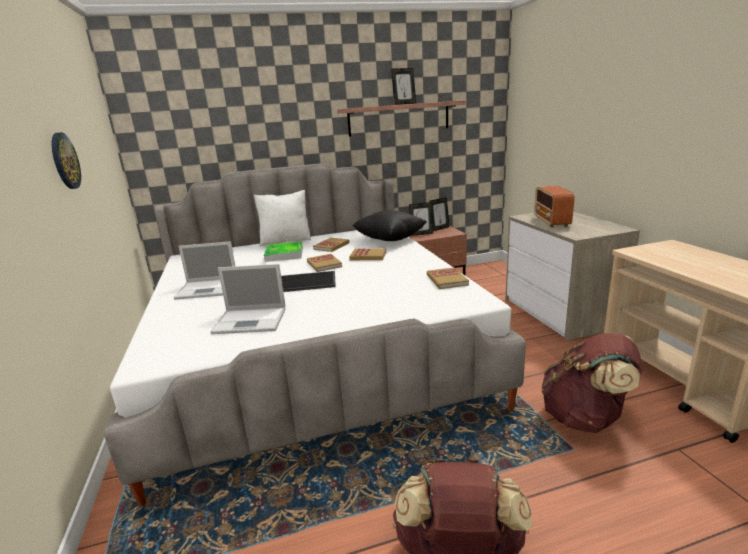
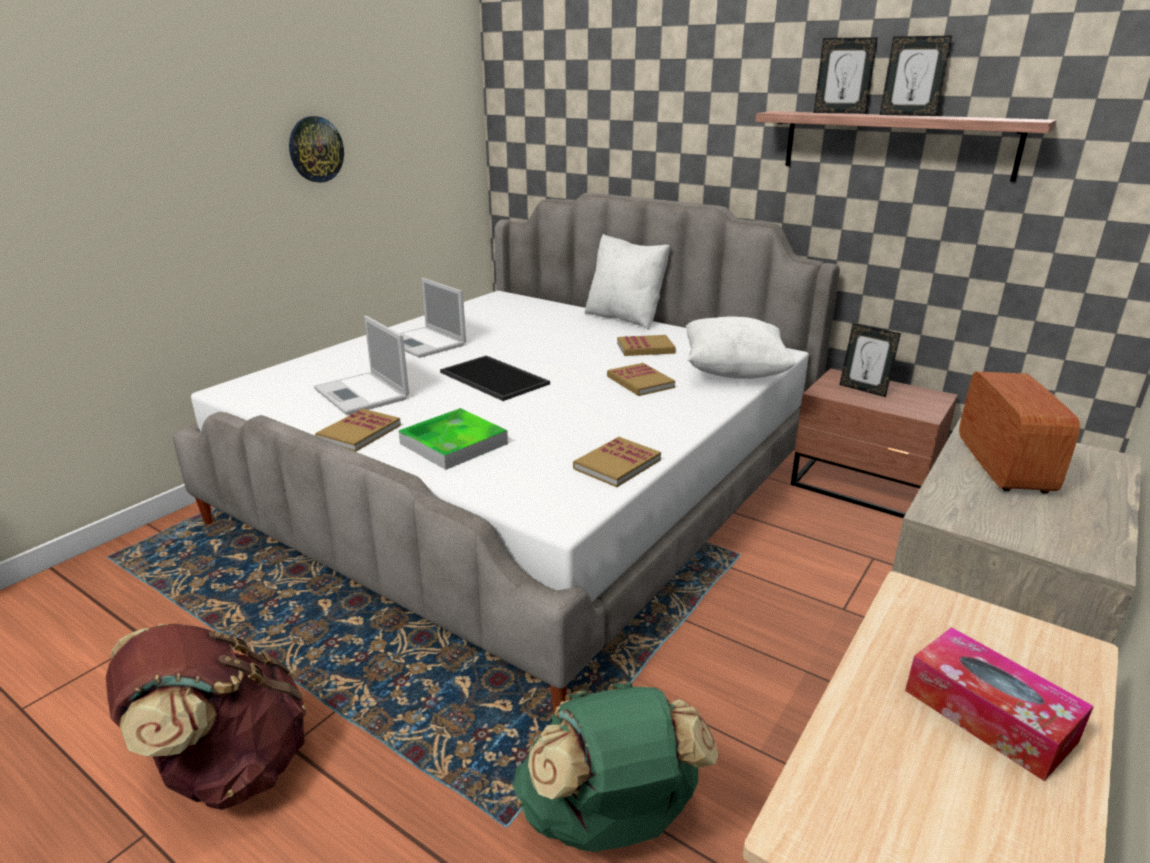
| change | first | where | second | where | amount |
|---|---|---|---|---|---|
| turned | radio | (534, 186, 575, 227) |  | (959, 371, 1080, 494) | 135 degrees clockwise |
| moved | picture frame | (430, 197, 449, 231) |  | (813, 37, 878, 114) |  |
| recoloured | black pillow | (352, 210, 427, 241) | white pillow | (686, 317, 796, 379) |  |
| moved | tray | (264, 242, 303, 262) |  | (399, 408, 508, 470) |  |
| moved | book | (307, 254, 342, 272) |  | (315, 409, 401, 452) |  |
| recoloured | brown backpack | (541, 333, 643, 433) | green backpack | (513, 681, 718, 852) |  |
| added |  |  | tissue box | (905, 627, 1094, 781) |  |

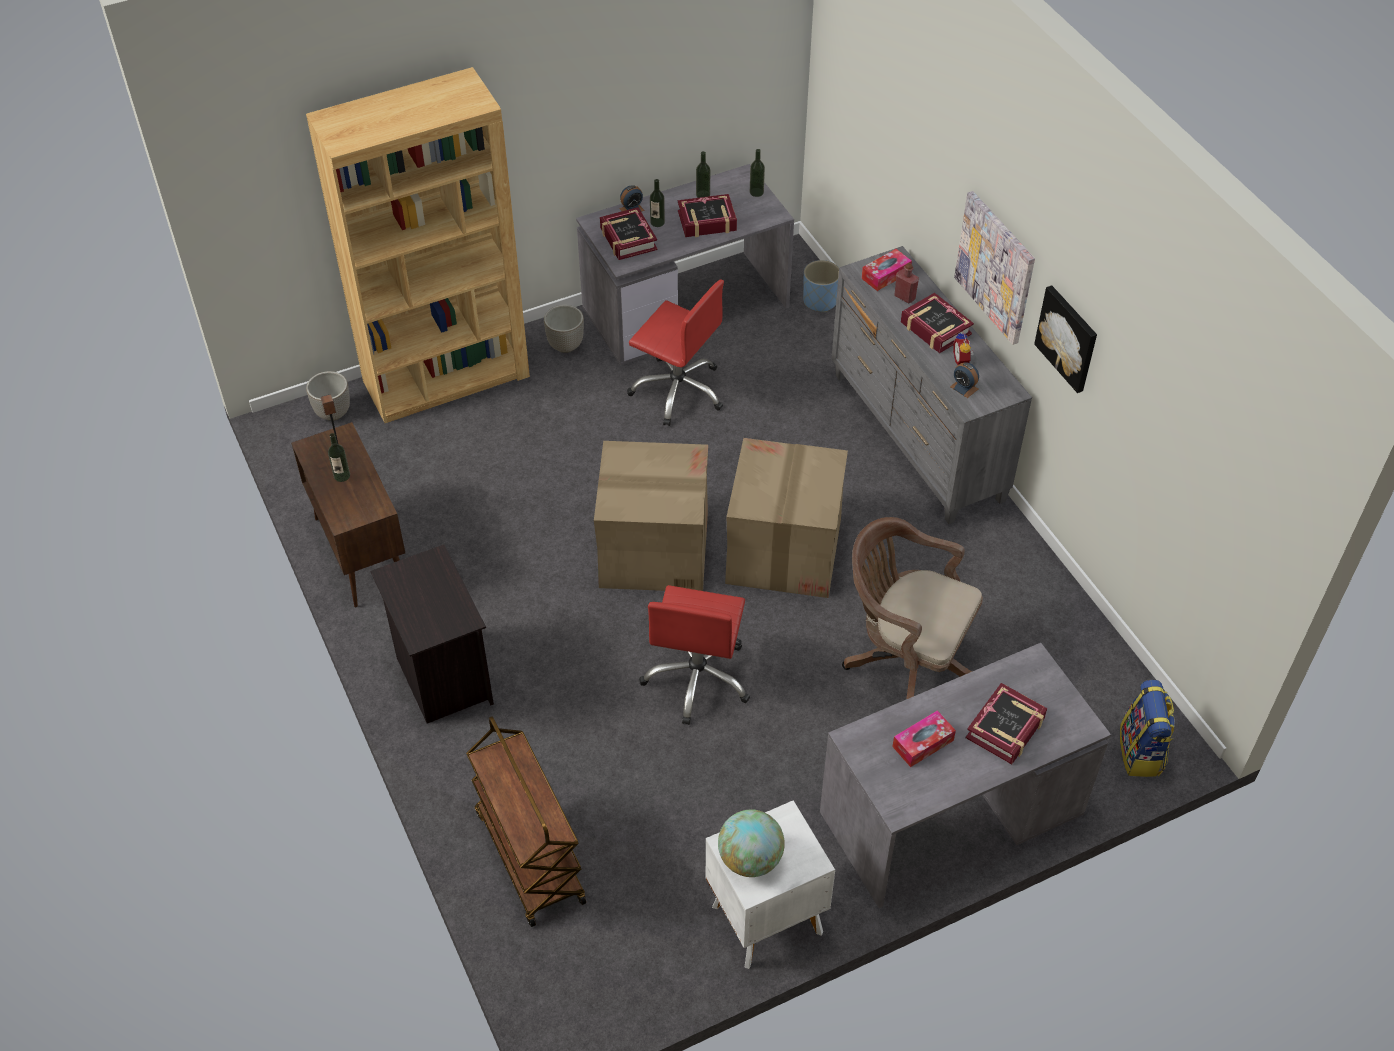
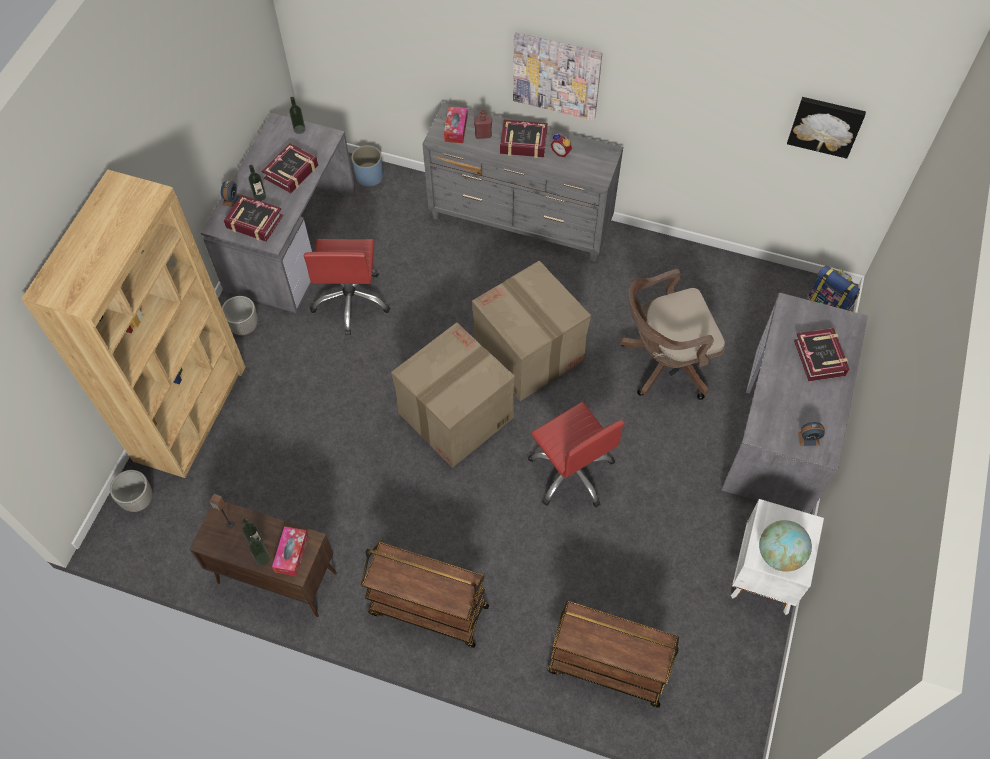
| change | first | where | second | where | amount |
|---|---|---|---|---|---|
| moved | bottle | (696, 151, 710, 198) |  | (249, 537, 270, 566) |  |
| turned | red office chair | (627, 280, 724, 426) |  | (303, 239, 390, 335) | 105 degrees clockwise |
| moved | picture | (1034, 285, 1097, 393) |  | (787, 97, 866, 159) |  |
| moved | alarm clock | (950, 362, 979, 398) |  | (798, 422, 825, 446) |  |
| replaced | black nightstand | (371, 544, 494, 724) | brown cart | (361, 542, 489, 648) |  |
| moved | tissue box | (892, 710, 956, 767) |  | (272, 526, 308, 576) |  |

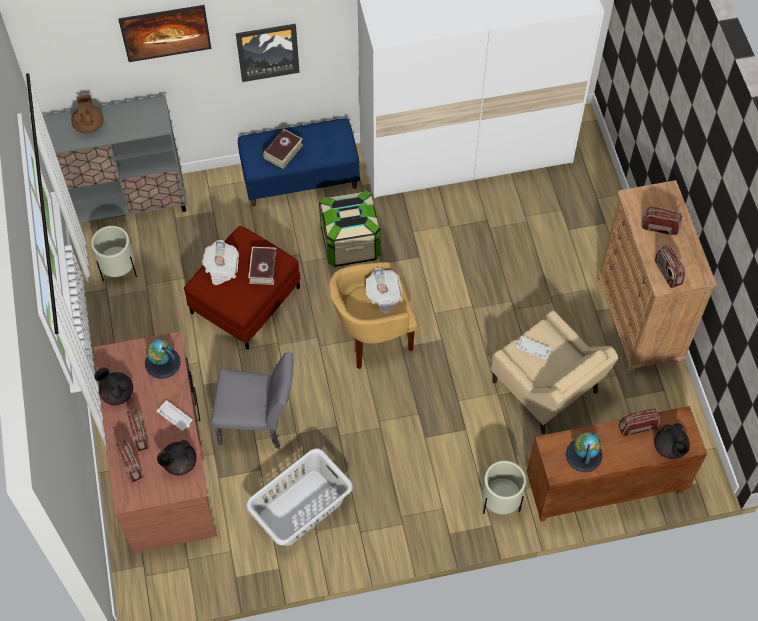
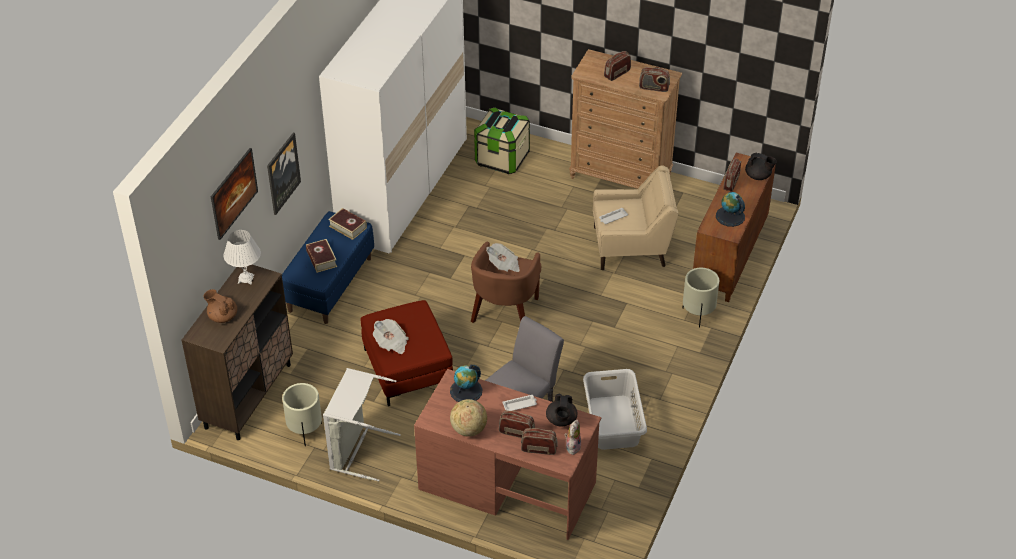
| change | first | where | second | where | amount |
|---|---|---|---|---|---|
| recoloured | grey cabinet | (43, 95, 187, 224) | brown cabinet | (182, 265, 293, 440) |  |
| moved | storage box | (319, 190, 381, 267) |  | (474, 107, 530, 174) |  |
| moved | book | (248, 247, 277, 285) |  | (328, 208, 367, 240) |  |
| recoloured | yellow armchair | (329, 262, 418, 369) | brown armchair | (471, 241, 541, 323) |  |
| replaced | black teapot | (94, 367, 133, 405) | globe | (450, 399, 487, 437) |  |
| added |  |  | white table lamp | (224, 230, 261, 284) |  |
| added |  |  | grey laundry basket | (323, 368, 401, 482) |  |
| added |  |  | plush toy | (565, 419, 581, 455) |  |

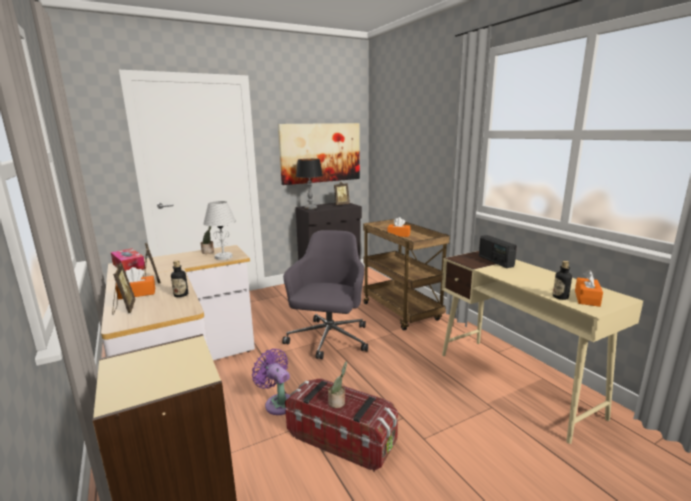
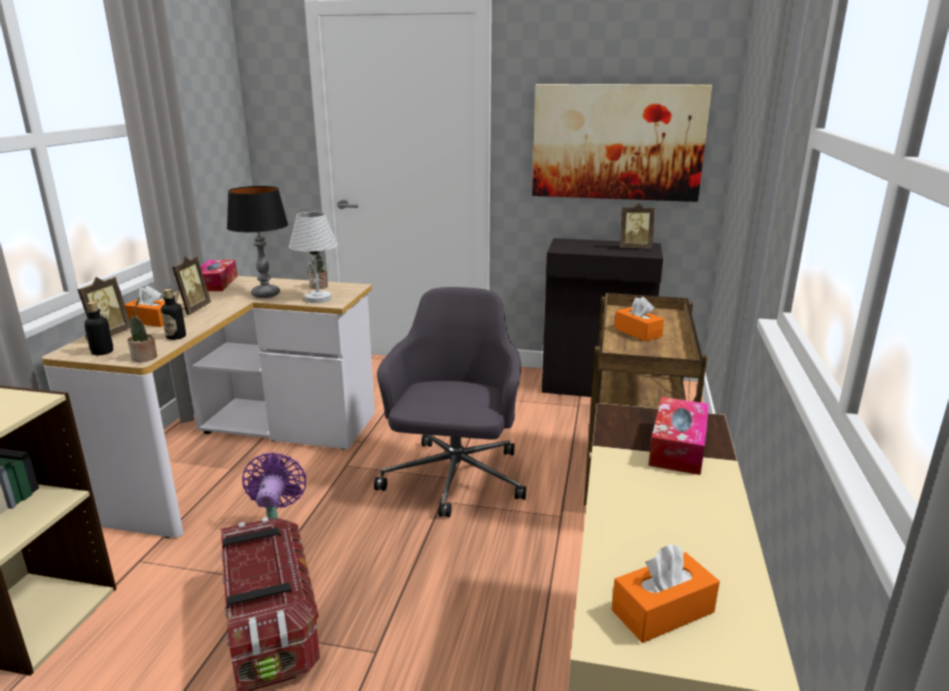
| change | first | where | second | where | amount |
|---|---|---|---|---|---|
| moved | table lamp | (296, 159, 323, 210) |  | (227, 186, 288, 298) |  |
| turned | grey office chair | (282, 230, 368, 359) |  | (374, 287, 526, 517) | 45 degrees counterclockwise |
| replaced | radio | (479, 235, 517, 268) | tissue box | (648, 397, 709, 475) |  |
| moved | bottle | (553, 261, 572, 300) |  | (85, 302, 113, 355) |  |
| moved | potted plant | (328, 361, 347, 408) |  | (128, 297, 157, 362) |  |

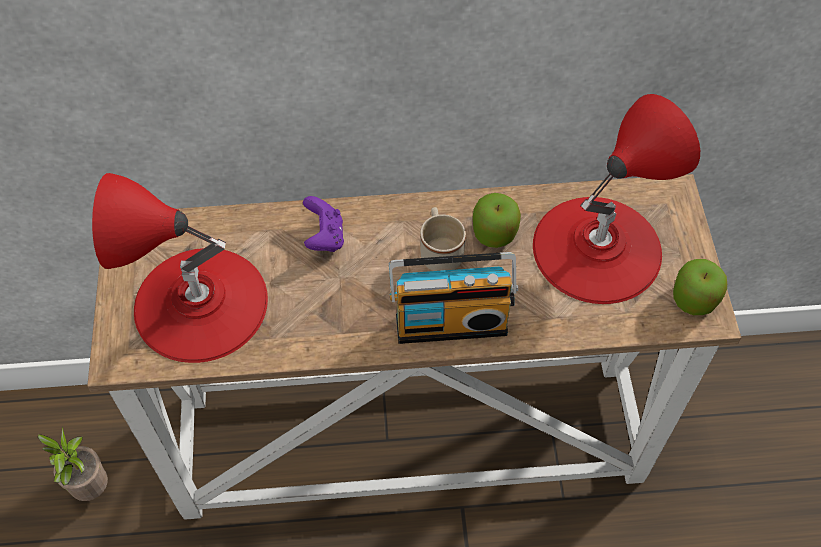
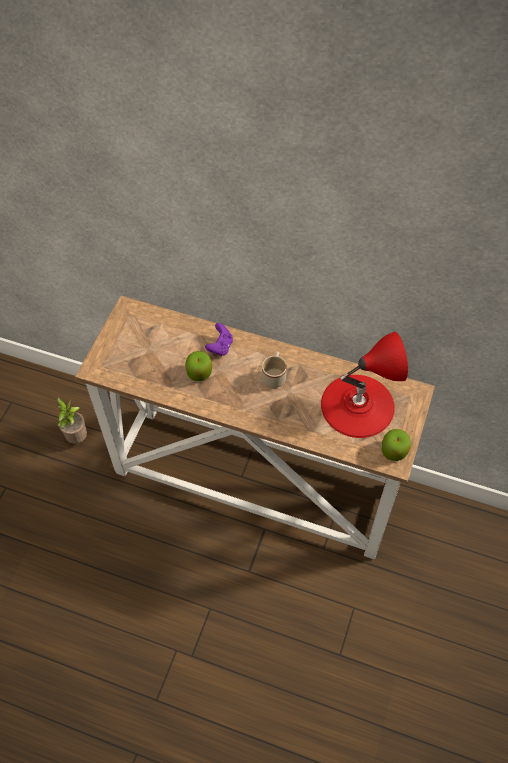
| change | first | where | second | where | amount |
|---|---|---|---|---|---|
| removed | red table lamp | (92, 173, 268, 363) |  |  |  |
| moved | apple | (473, 193, 521, 248) |  | (185, 351, 212, 381) |  |
| removed | radio | (389, 252, 518, 344) |  |  |  |

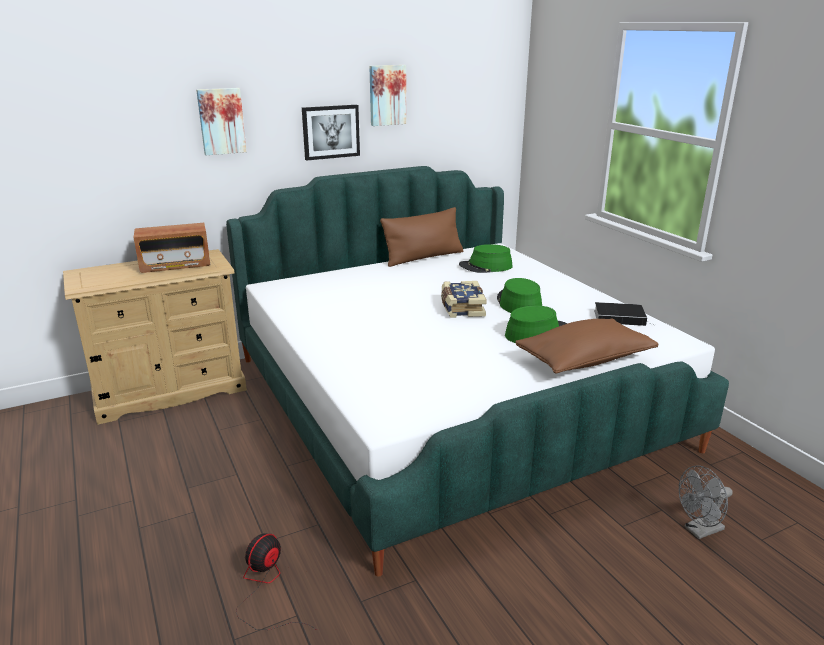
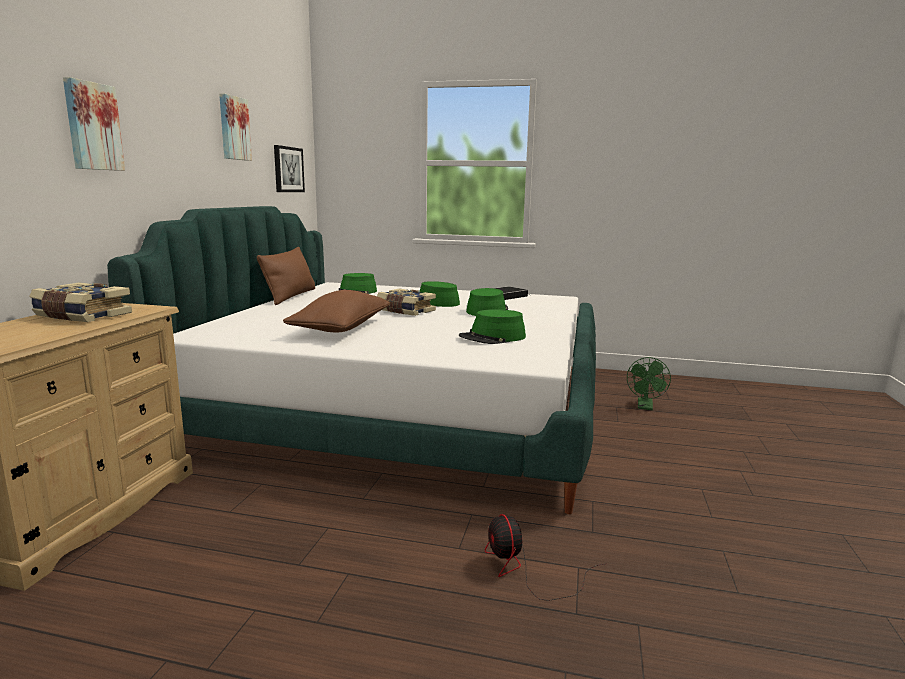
| change | first | where | second | where | amount |
|---|---|---|---|---|---|
| moved | picture | (302, 105, 360, 161) |  | (274, 145, 305, 192) |  |
| replaced | radio | (134, 223, 210, 273) | book | (29, 283, 132, 322) |  |
| moved | brown pillow | (515, 318, 658, 374) |  | (283, 290, 390, 332) |  |
| recoloured | grey fan | (679, 465, 733, 539) | green fan | (627, 357, 671, 410) |  |
| added |  |  | green hat | (459, 309, 526, 344) |  |

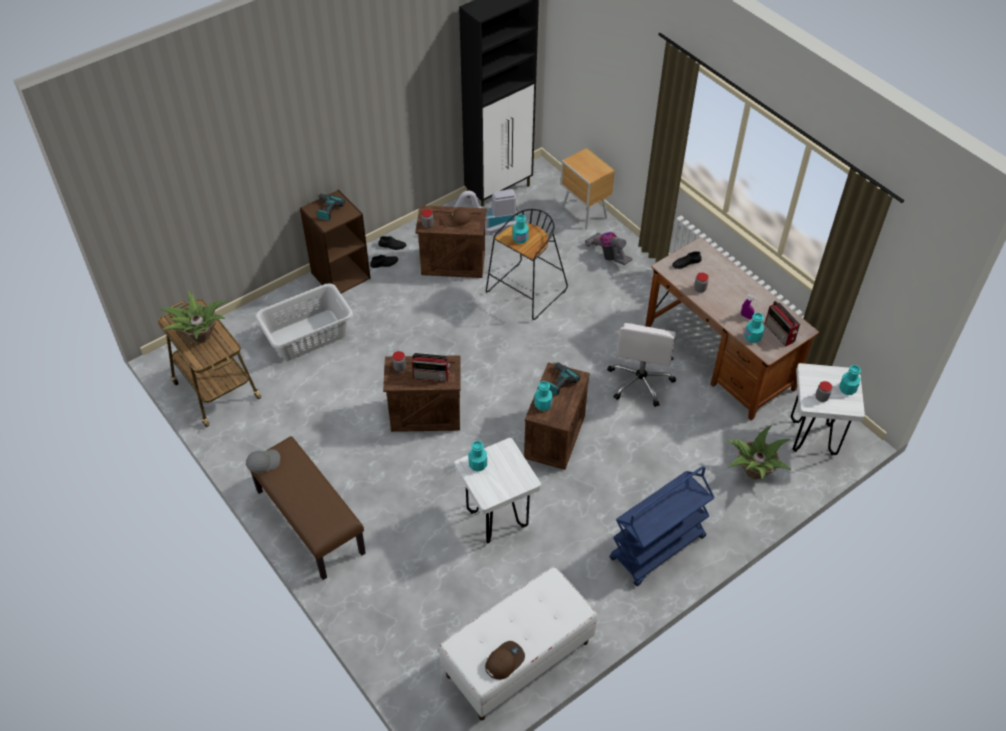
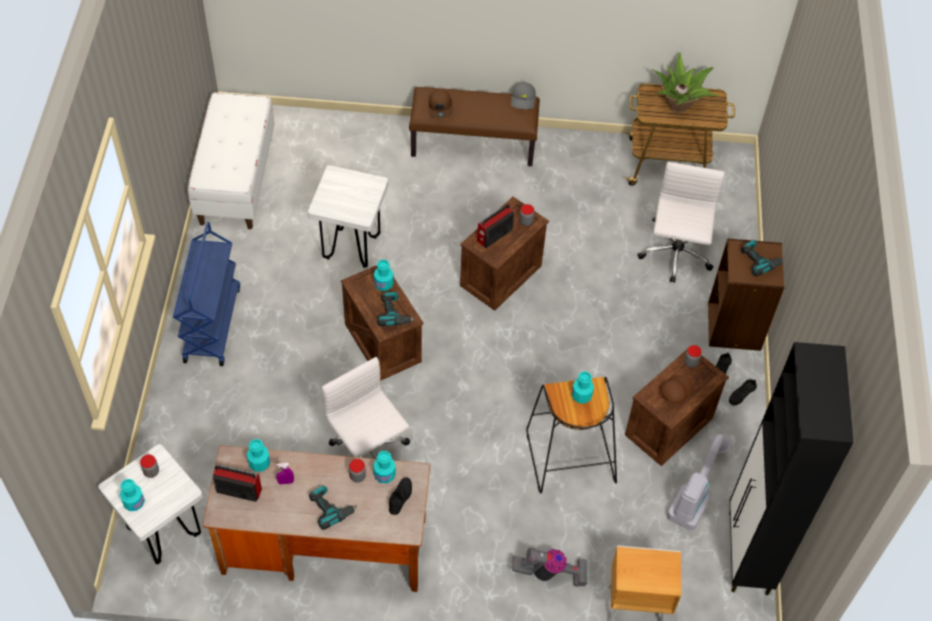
| change | first | where | second | where | amount |
|---|---|---|---|---|---|
| replaced | grey laundry basket | (255, 283, 354, 360) | white office chair | (638, 162, 725, 283) |  |
| removed | potted plant | (726, 425, 791, 479) |  |  |  |
| moved | turquoise bottle | (468, 441, 487, 472) |  | (373, 451, 396, 483) |  |
| moved | brown cap | (485, 641, 525, 680) |  | (429, 90, 453, 118) |  |
| added |  |  | power drill | (309, 485, 357, 530) |  |

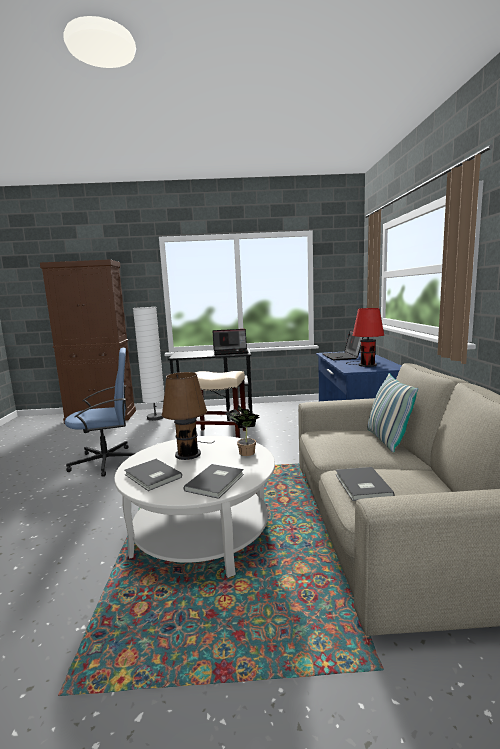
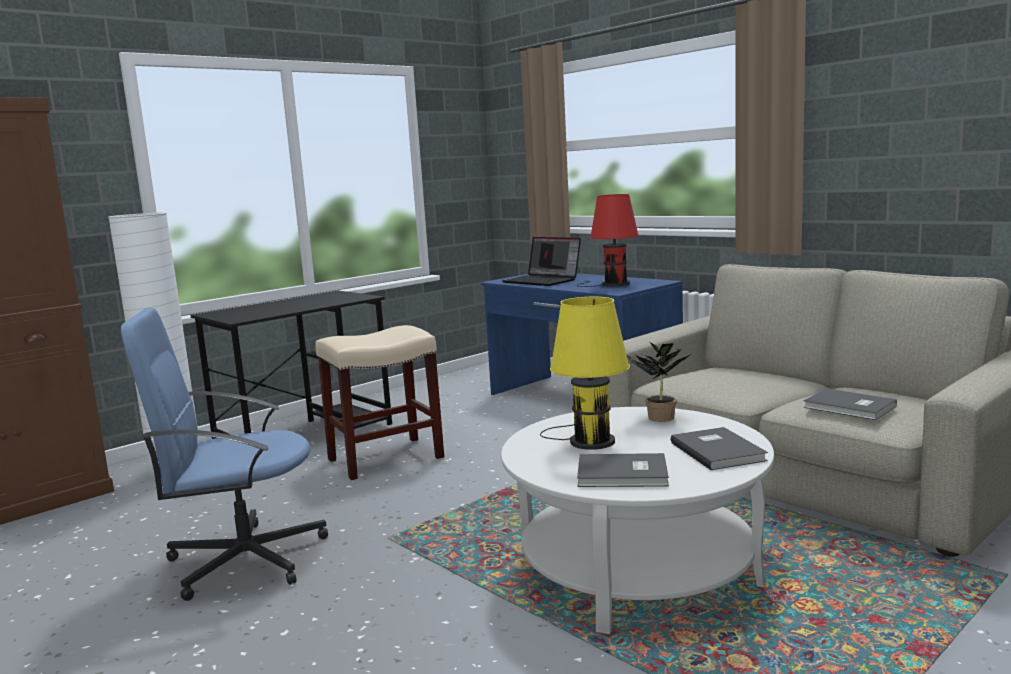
| change | first | where | second | where | amount |
|---|---|---|---|---|---|
| removed | laptop | (212, 329, 249, 355) |  |  |  |
| turned | blue office chair | (65, 348, 137, 477) |  | (121, 308, 328, 601) | 135 degrees counterclockwise |
| recoloured | brown table lamp | (162, 372, 214, 460) | yellow table lamp | (540, 297, 630, 450) |  |
| removed | pillow | (367, 373, 418, 452) |  |  |  |

